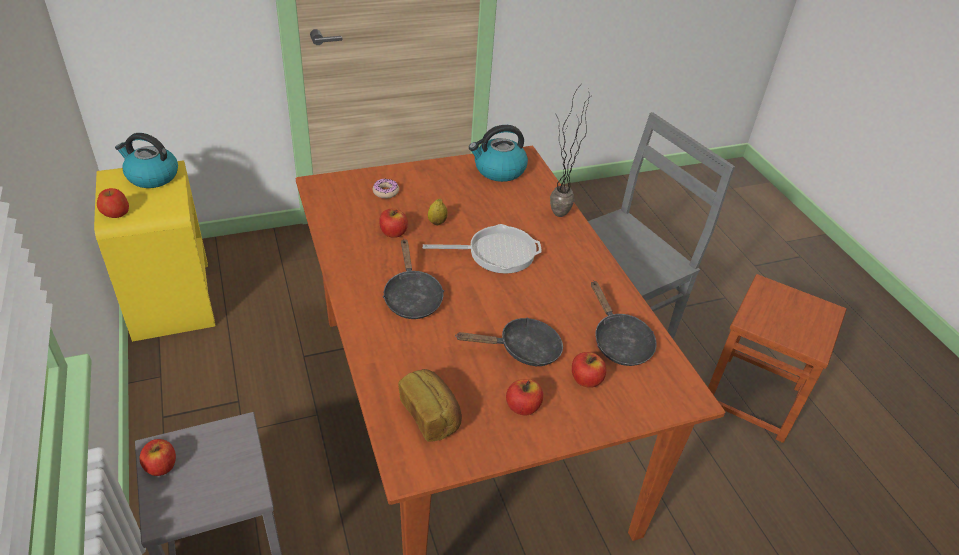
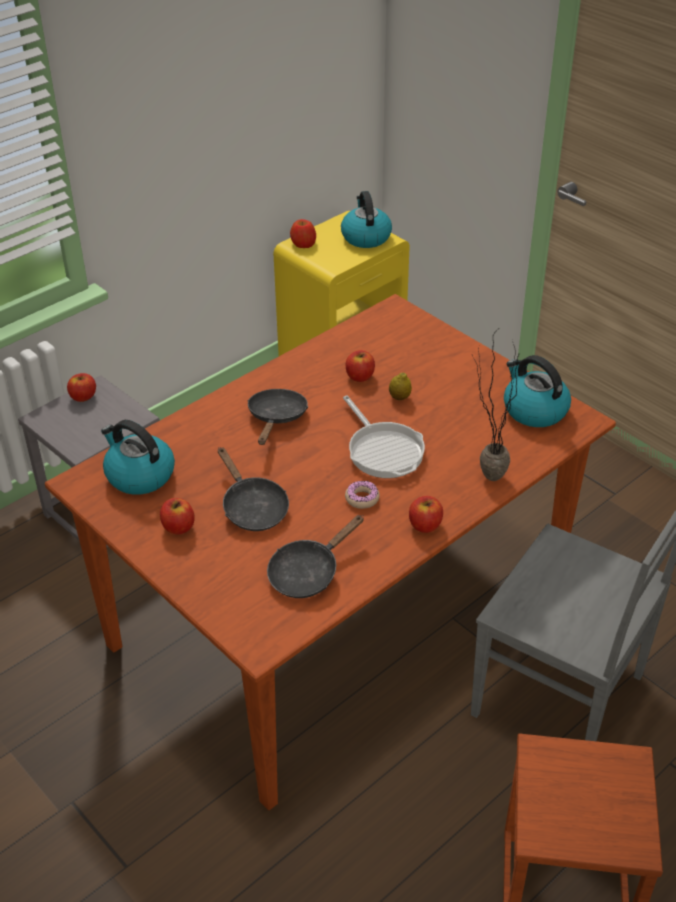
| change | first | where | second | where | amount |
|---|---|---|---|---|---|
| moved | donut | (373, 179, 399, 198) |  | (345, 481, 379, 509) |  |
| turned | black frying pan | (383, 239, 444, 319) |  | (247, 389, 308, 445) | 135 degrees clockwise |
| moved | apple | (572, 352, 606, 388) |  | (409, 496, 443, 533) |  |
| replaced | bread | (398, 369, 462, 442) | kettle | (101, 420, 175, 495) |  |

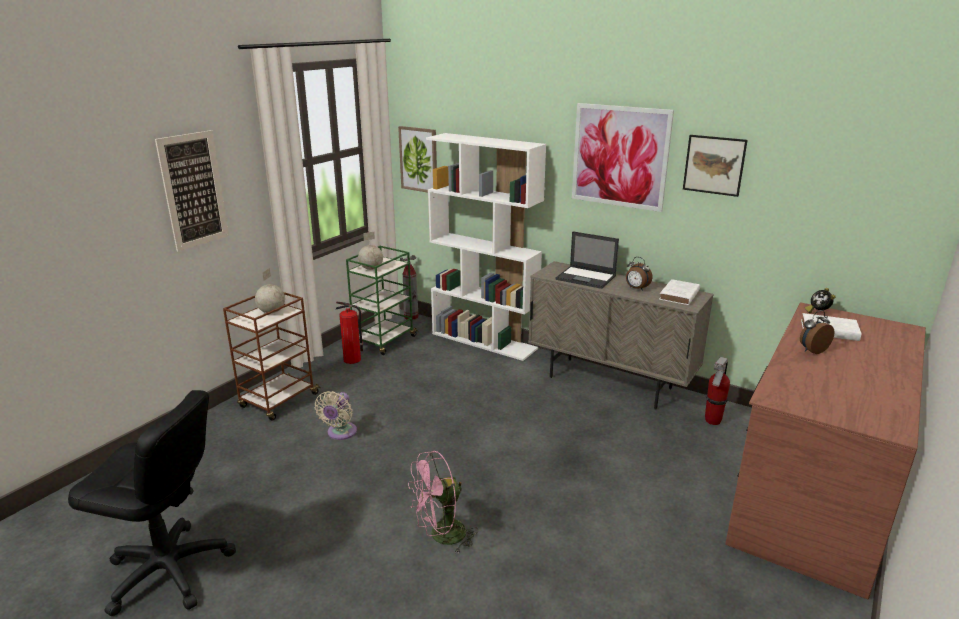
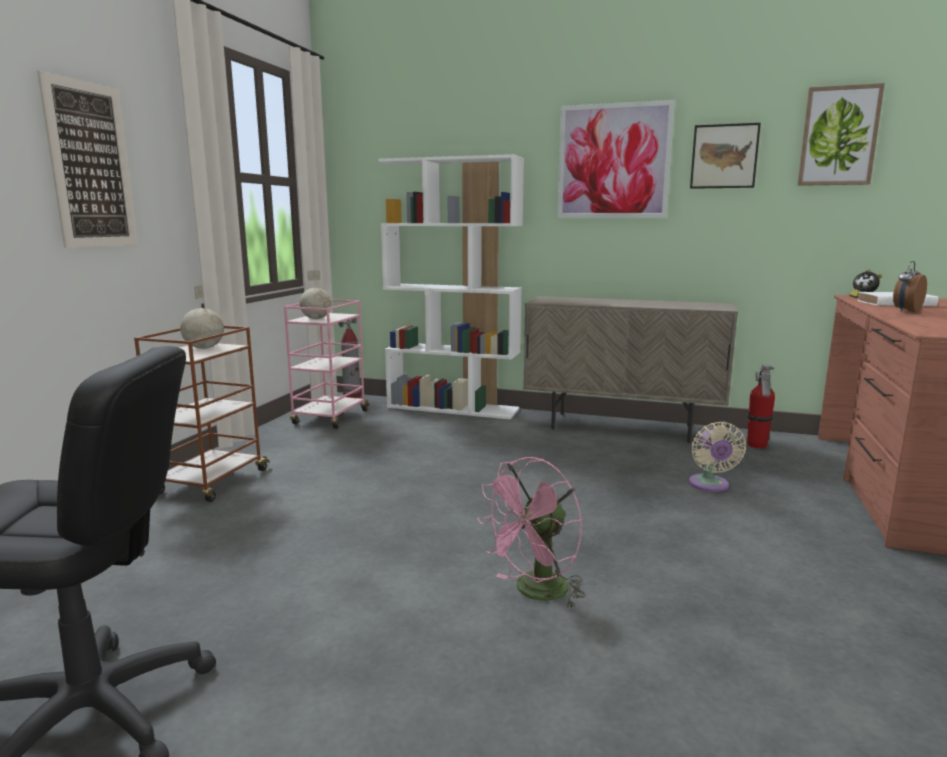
| change | first | where | second | where | amount |
|---|---|---|---|---|---|
| moved | picture | (398, 126, 437, 193) |  | (797, 83, 885, 186) |  |
| removed | laptop | (556, 231, 619, 289) |  |  |  |
| recoloured | green cart | (346, 246, 418, 355) | pink cart | (284, 299, 370, 429) |  |
| removed | alarm clock | (626, 257, 652, 291) |  |  |  |
| removed | white book | (659, 279, 700, 305) |  |  |  |
| removed | fire extinguisher | (336, 301, 363, 364) |  |  |  |
| moved | beige fan | (315, 391, 357, 440) |  | (689, 422, 746, 492) |  |

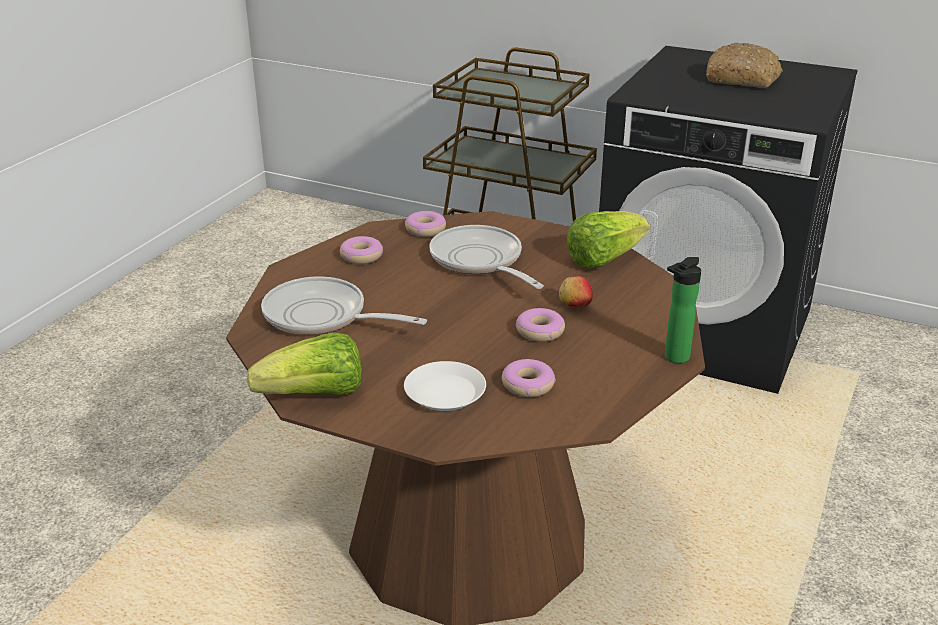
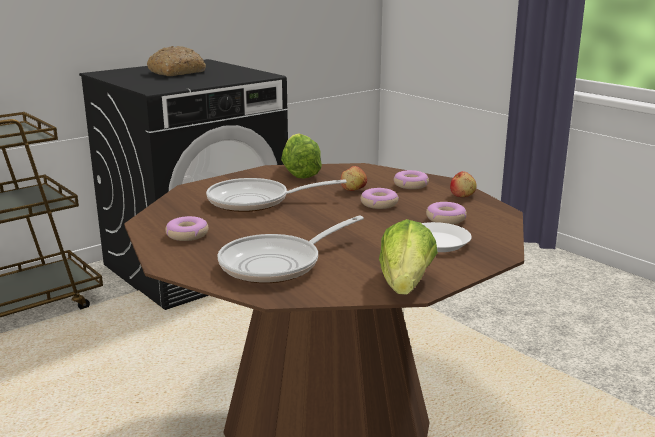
| change | first | where | second | where | amount |
|---|---|---|---|---|---|
| moved | donut | (405, 211, 446, 237) |  | (394, 170, 429, 189) |  |
| removed | bottle | (665, 257, 701, 363) |  |  |  |
| added |  |  | apple | (450, 171, 477, 197) |  |

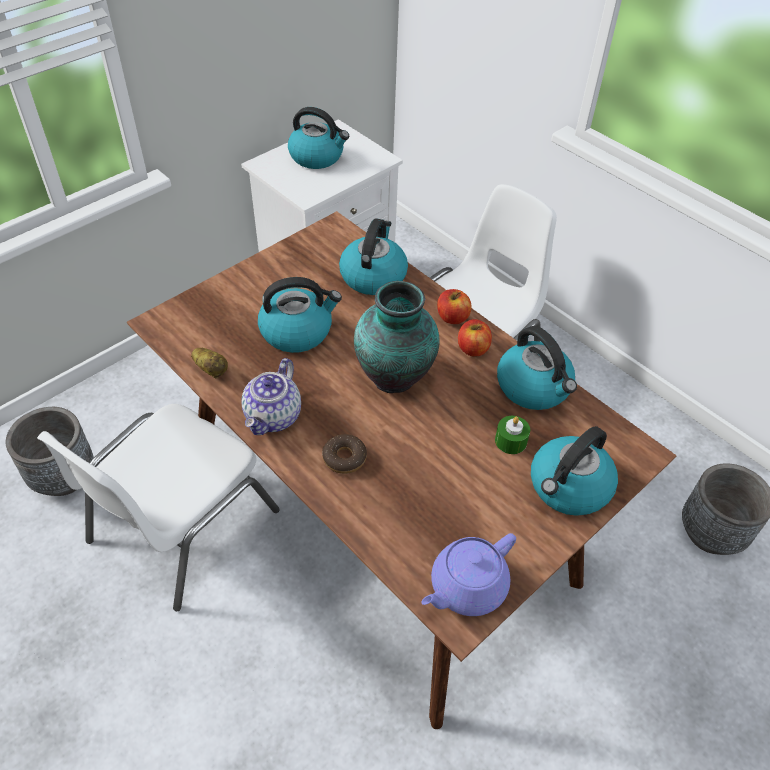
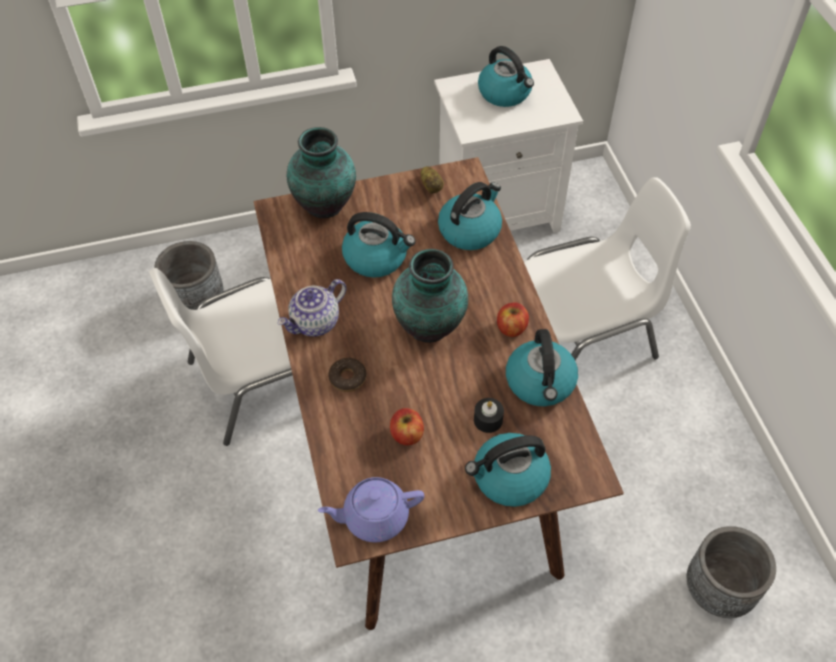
| change | first | where | second | where | amount |
|---|---|---|---|---|---|
| moved | apple | (437, 289, 471, 324) |  | (390, 408, 424, 446) |  |
| moved | potato | (191, 348, 228, 379) |  | (421, 166, 444, 194) |  |
| recoloured | green candle | (495, 416, 530, 454) | black candle | (474, 398, 504, 433) |  |
| added |  |  | vase | (287, 127, 356, 218) |  |

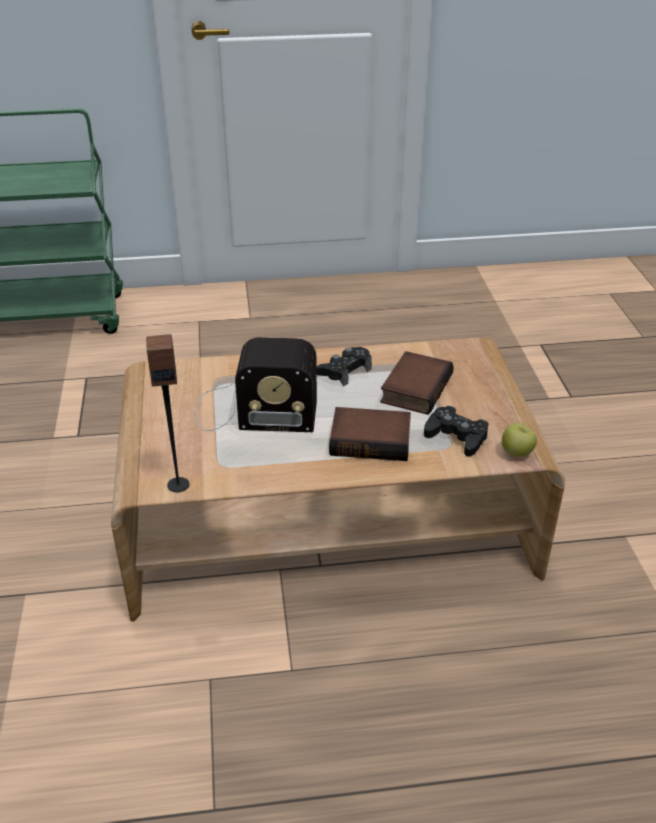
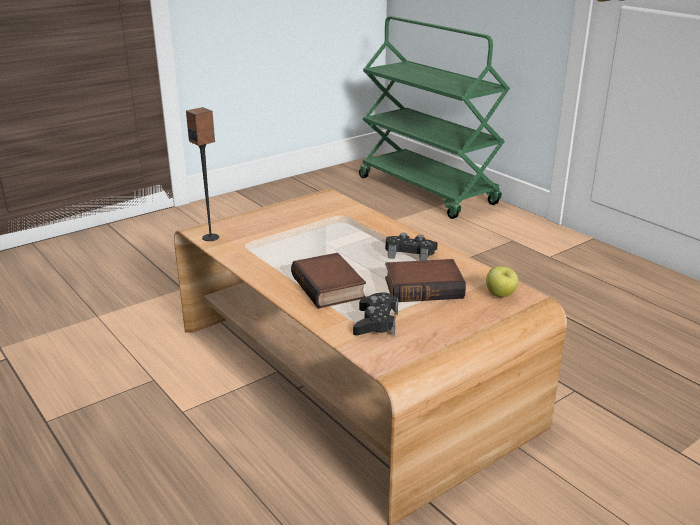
| change | first | where | second | where | amount |
|---|---|---|---|---|---|
| removed | radio | (196, 337, 317, 432) |  |  |  |
| moved | apple | (502, 423, 537, 457) |  | (486, 266, 518, 297) |  |

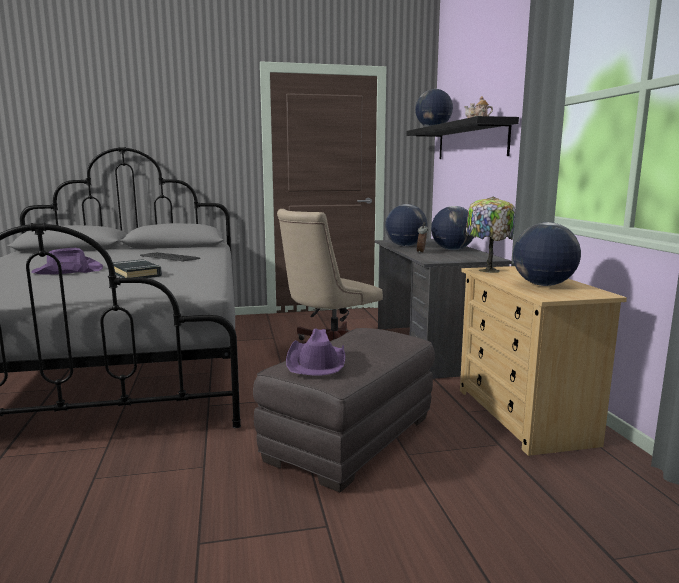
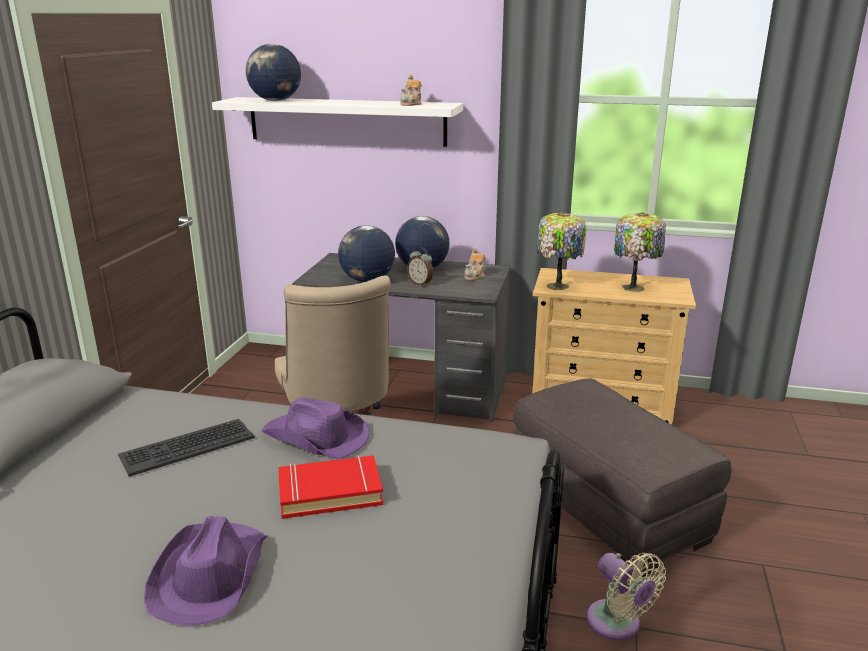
| change | first | where | second | where | amount |
|---|---|---|---|---|---|
| recoloured | black shelf | (406, 116, 519, 159) | white shelf | (212, 97, 463, 147) |  |
| replaced | globe | (513, 222, 581, 286) | table lamp | (614, 212, 666, 292) |  |
| recoloured | black book | (113, 259, 162, 278) | red book | (278, 455, 383, 519) |  |
| moved | purple hat | (286, 328, 345, 375) |  | (261, 397, 370, 460) |  |
| added |  |  | teapot | (464, 249, 486, 280) |  |
| added |  |  | beige fan | (587, 553, 666, 640) |  |

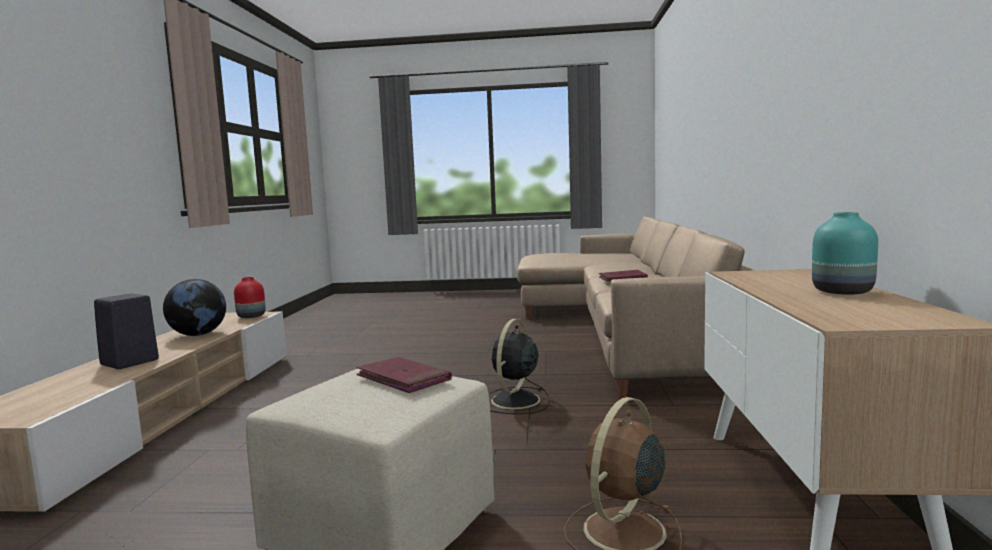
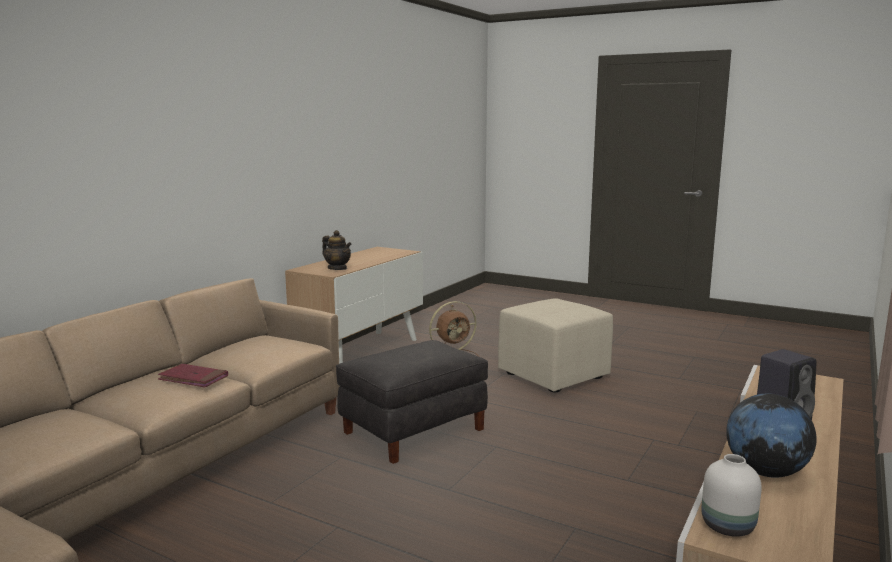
| change | first | where | second | where | amount |
|---|---|---|---|---|---|
| removed | turquoise vase | (812, 212, 878, 295) |  |  |  |
| recoloured | red vase | (234, 277, 266, 318) | white vase | (701, 454, 762, 537) |  |
| replaced | black fan | (488, 319, 550, 414) | black ottoman | (336, 340, 488, 464) |  |
| removed | red book | (357, 357, 452, 393) |  |  |  |
| added |  |  | teapot | (322, 230, 352, 270) |  |

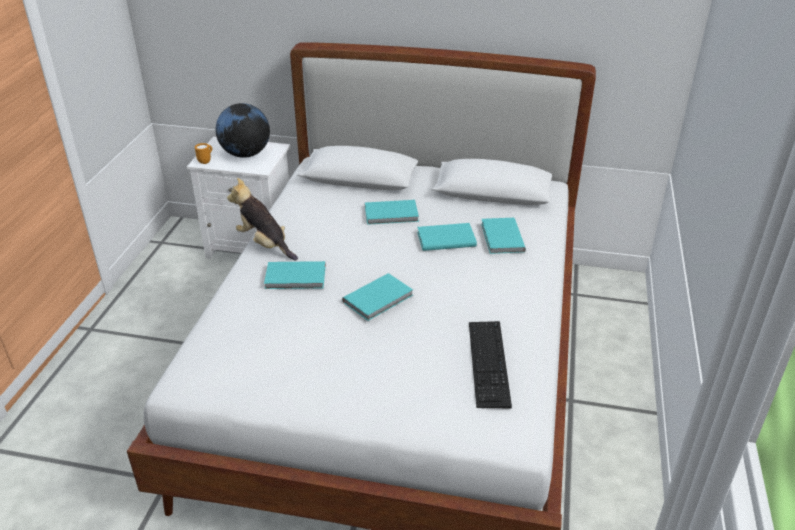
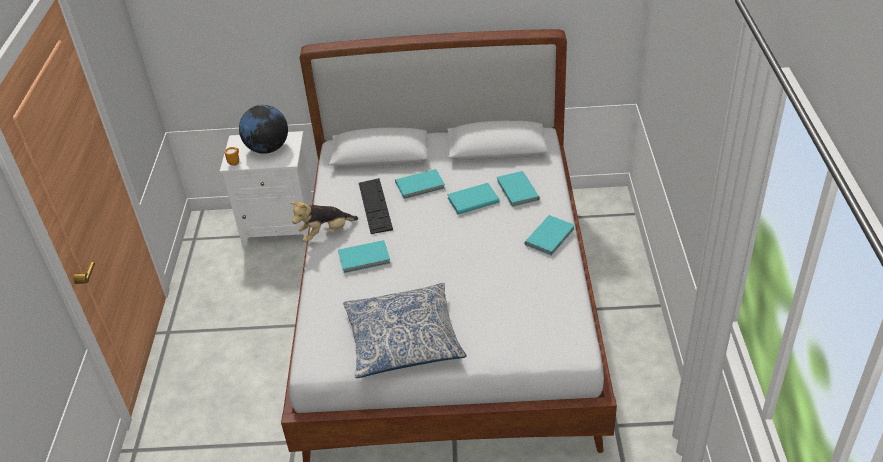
| change | first | where | second | where | amount |
|---|---|---|---|---|---|
| turned | plush toy | (227, 178, 298, 261) |  | (290, 202, 358, 242) | 60 degrees counterclockwise |
| moved | turquoise book | (342, 273, 413, 321) |  | (524, 215, 575, 256) |  |
| moved | keyboard | (469, 321, 512, 408) |  | (359, 178, 393, 234) |  |
| added |  |  | pillow | (343, 283, 467, 378) |  |

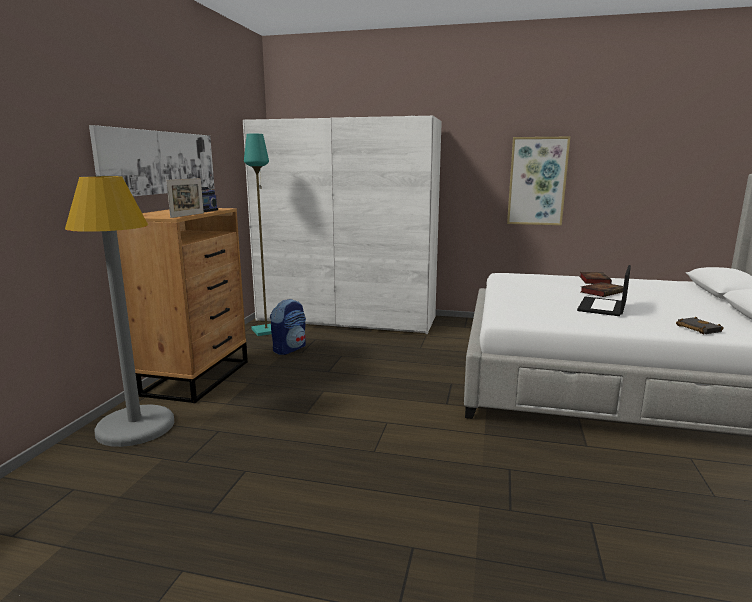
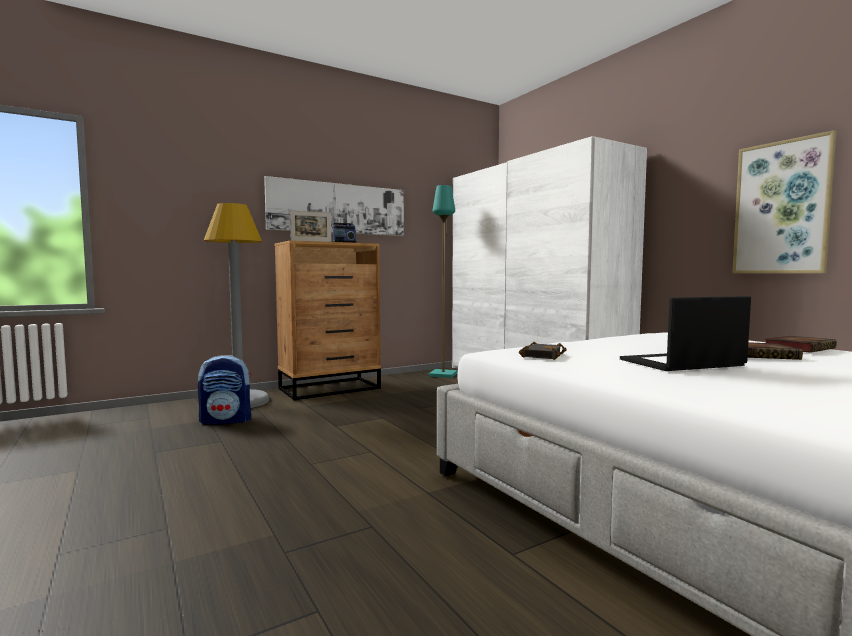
| change | first | where | second | where | amount |
|---|---|---|---|---|---|
| moved | backpack | (270, 299, 306, 355) |  | (197, 355, 252, 425) |  |
| moved | black book | (676, 317, 724, 334) |  | (519, 342, 567, 360) |  |

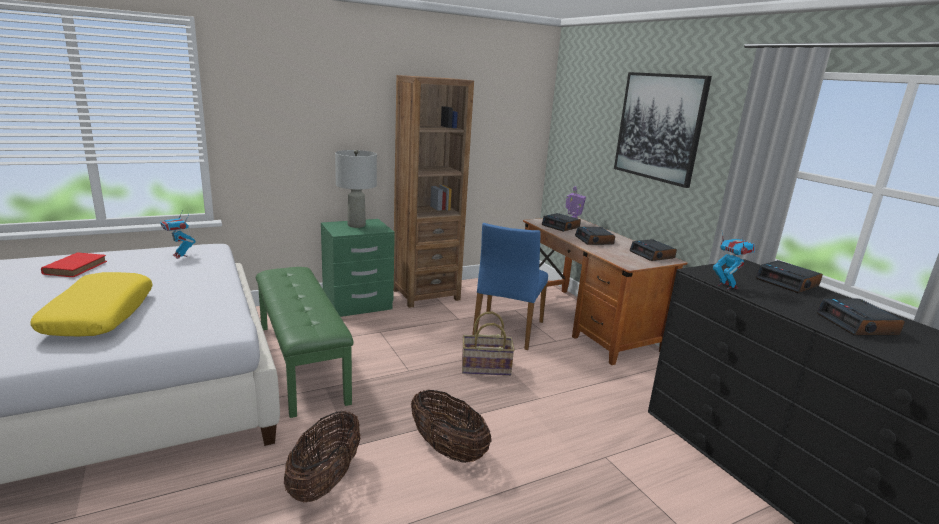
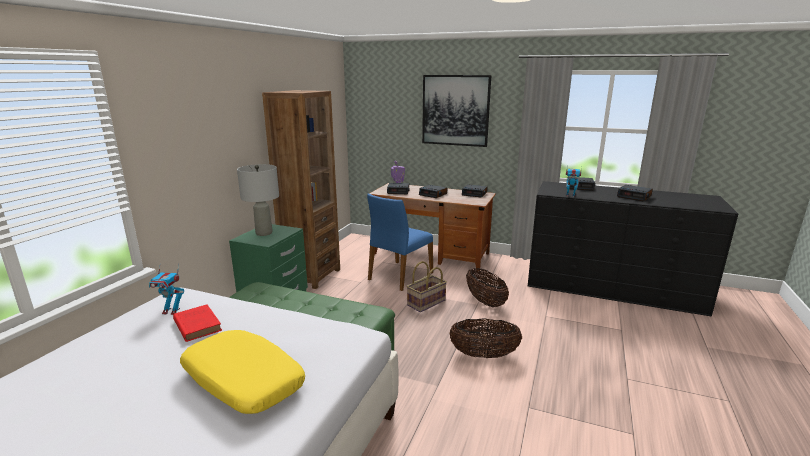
| change | first | where | second | where | amount |
|---|---|---|---|---|---|
| turned | blue chair | (472, 223, 548, 350) |  | (367, 194, 433, 291) | 60 degrees clockwise |
| moved | red book | (41, 252, 107, 277) |  | (173, 304, 222, 342) |  |
| moved | basket | (284, 411, 360, 502) |  | (466, 268, 509, 308) |  |

